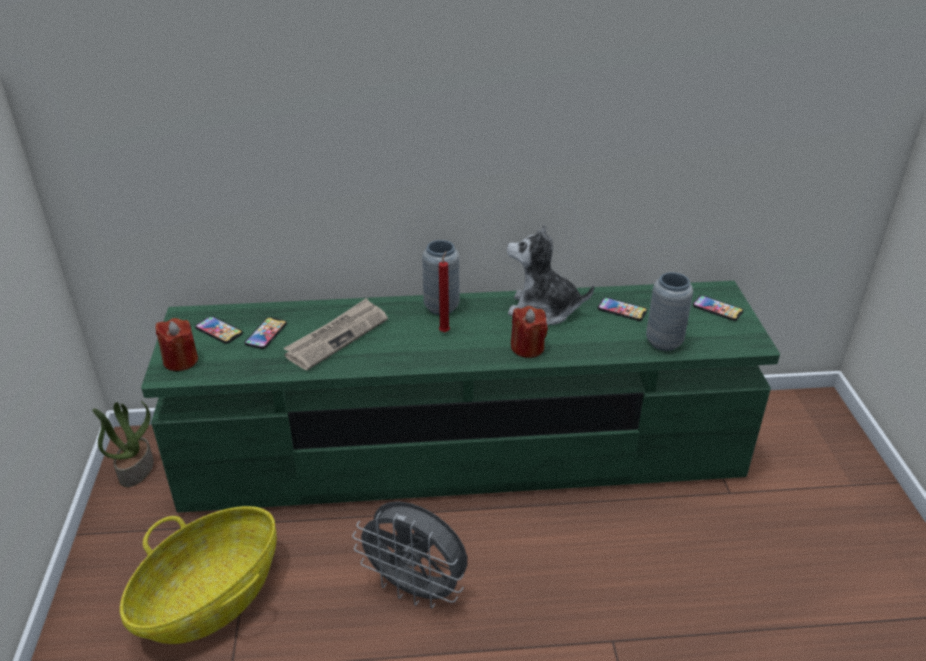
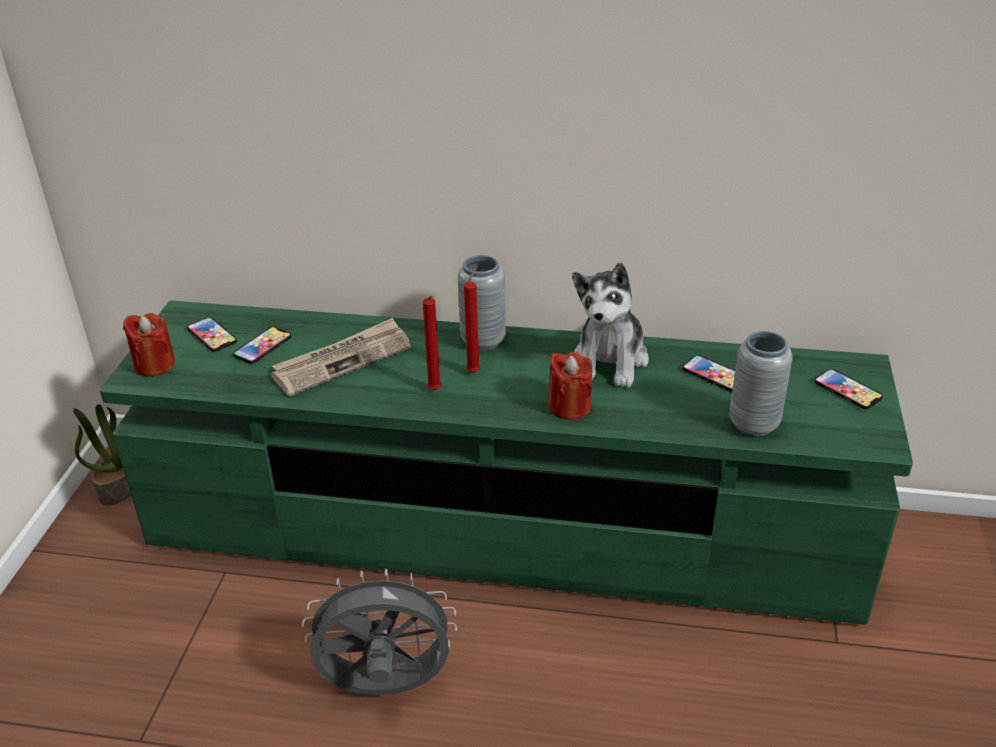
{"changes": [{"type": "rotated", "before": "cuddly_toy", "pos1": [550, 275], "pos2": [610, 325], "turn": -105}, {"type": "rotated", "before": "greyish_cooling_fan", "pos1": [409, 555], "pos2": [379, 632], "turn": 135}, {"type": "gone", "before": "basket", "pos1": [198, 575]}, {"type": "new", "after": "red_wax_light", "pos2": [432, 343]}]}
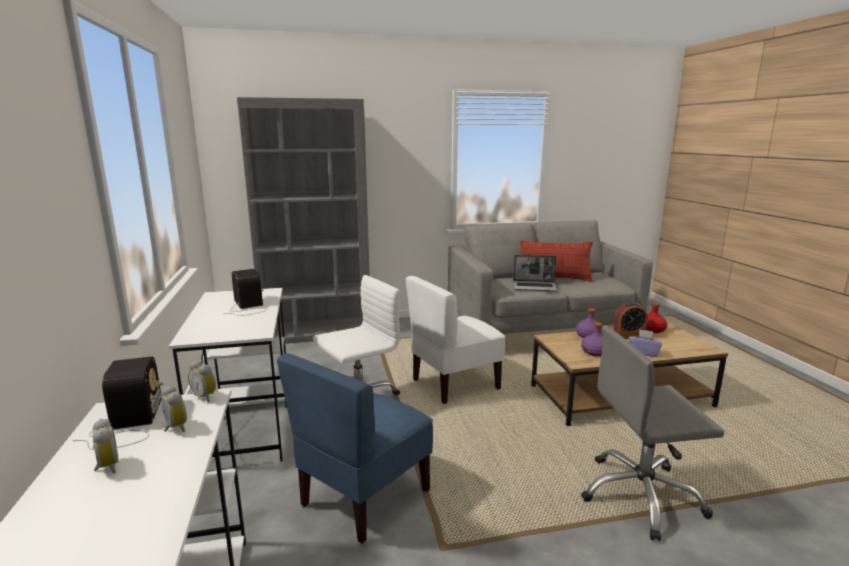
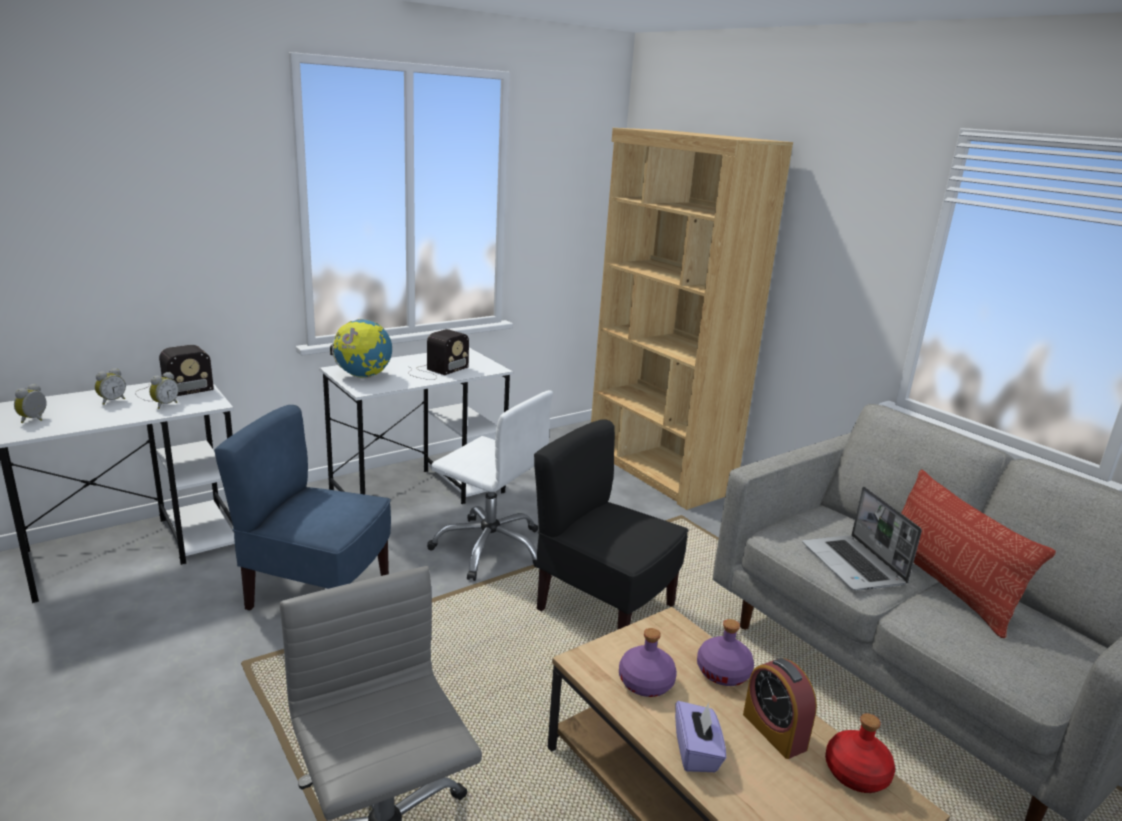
{"changes": [{"type": "repainted", "before": "greyish_bookshelf", "after": "brown_bookshelf", "pos1": [303, 220], "pos2": [692, 319]}, {"type": "repainted", "before": "white-coloured_upright_chair", "after": "black_upright_chair", "pos1": [456, 340], "pos2": [611, 524]}, {"type": "shifted", "before": "table_clock", "pos1": [202, 381], "pos2": [30, 403]}, {"type": "new", "after": "world_globe", "pos2": [361, 348]}]}
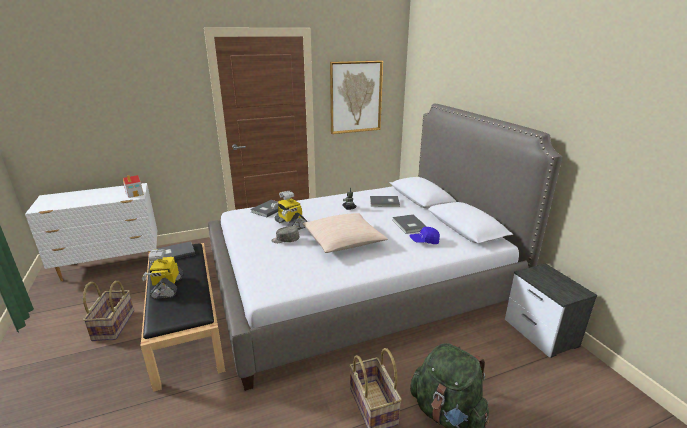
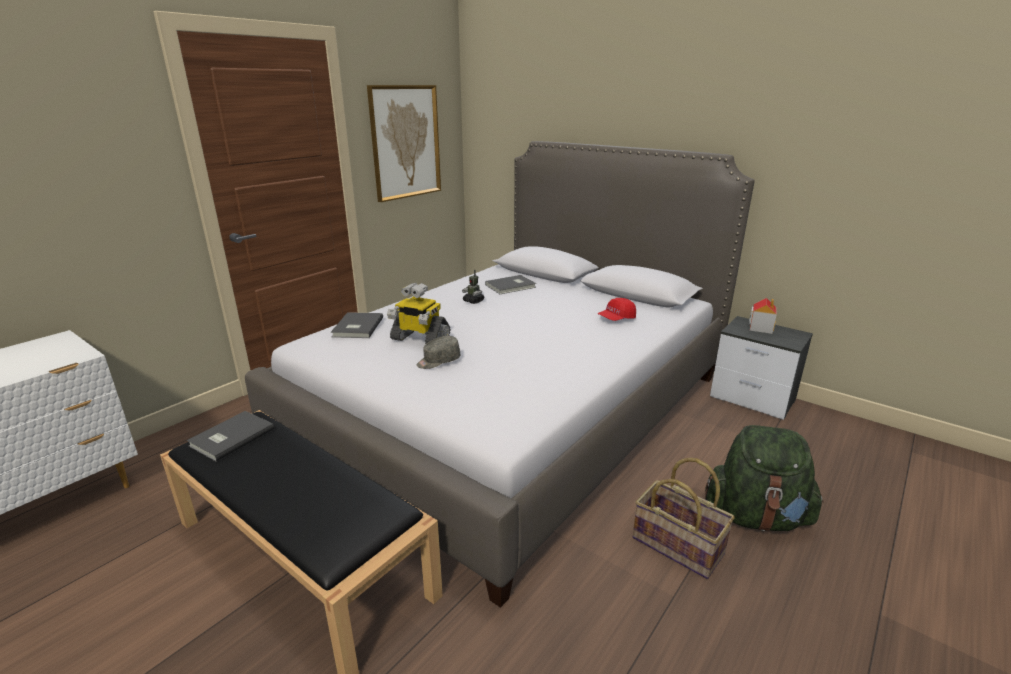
{"changes": [{"type": "shifted", "before": "toy_house", "pos1": [133, 186], "pos2": [763, 316]}, {"type": "gone", "before": "beige_pillow", "pos1": [345, 233]}, {"type": "gone", "before": "greyish_volume", "pos1": [410, 224]}, {"type": "repainted", "before": "blue-coloured_peaked_cap", "after": "red_peaked_cap", "pos1": [424, 235], "pos2": [617, 309]}, {"type": "gone", "before": "toy_robot", "pos1": [162, 274]}, {"type": "gone", "before": "basket", "pos1": [108, 311]}]}
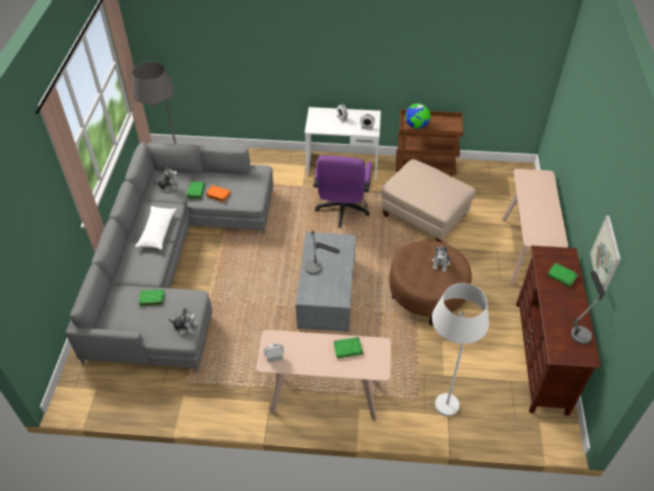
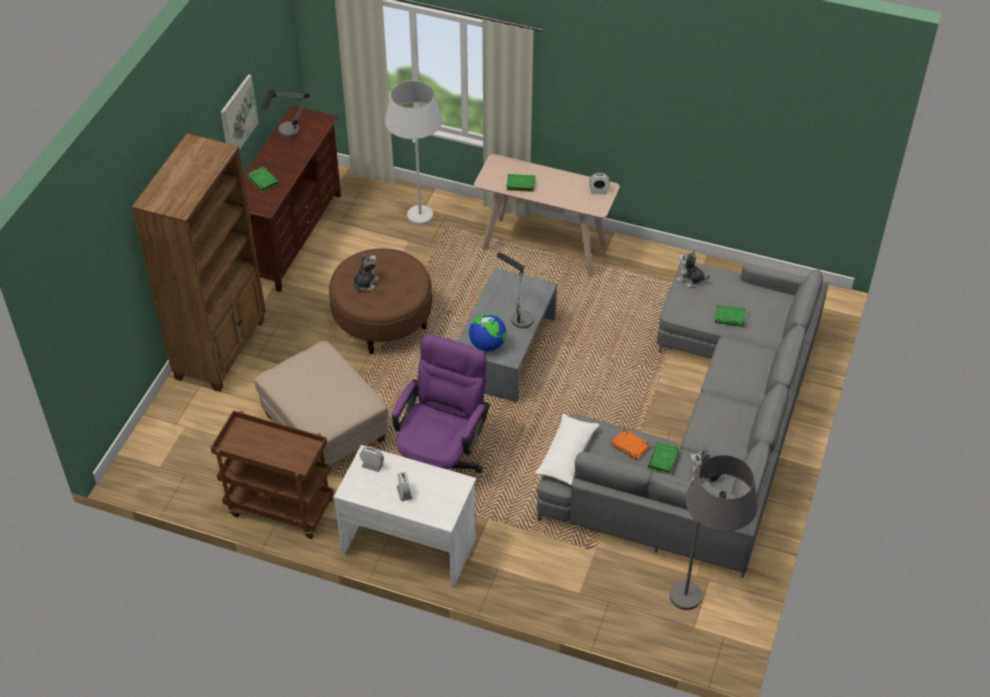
{"changes": [{"type": "shifted", "before": "world_globe", "pos1": [417, 116], "pos2": [488, 333]}, {"type": "swapped", "before": "beige_hall_table", "after": "brown_bookshelf", "pos1": [535, 227], "pos2": [199, 263]}, {"type": "shifted", "before": "white-coloured_pillow", "pos1": [156, 227], "pos2": [567, 450]}]}
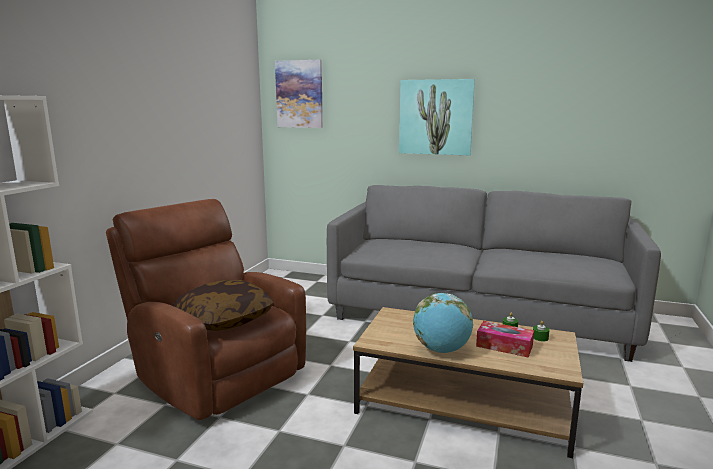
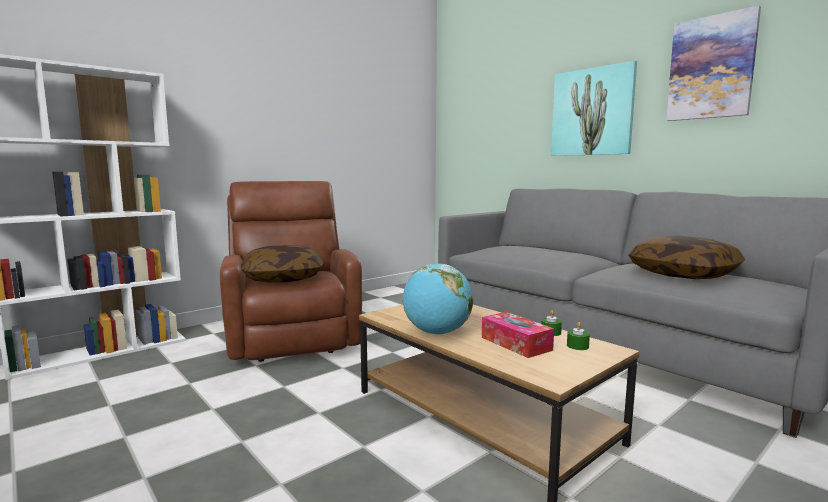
{"changes": [{"type": "shifted", "before": "wall_art", "pos1": [299, 94], "pos2": [713, 63]}, {"type": "new", "after": "pillow", "pos2": [686, 257]}]}
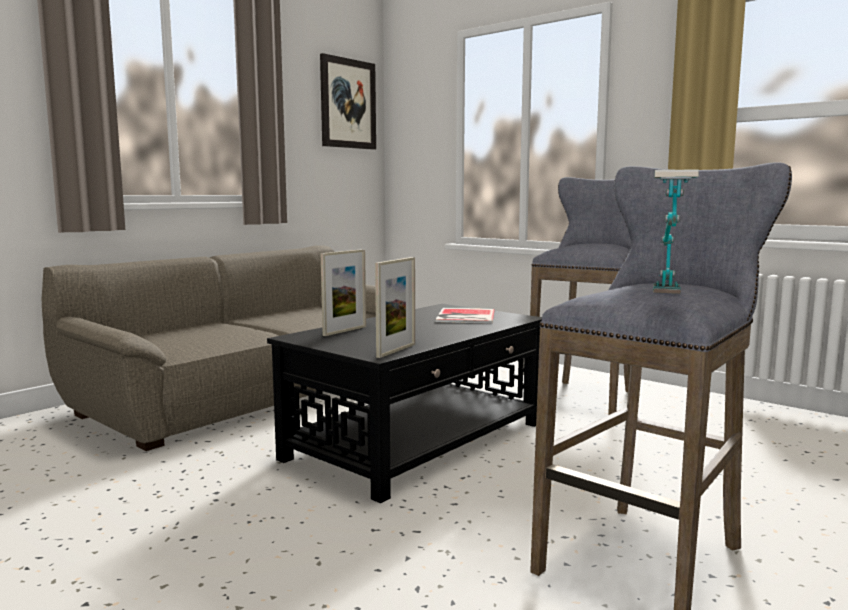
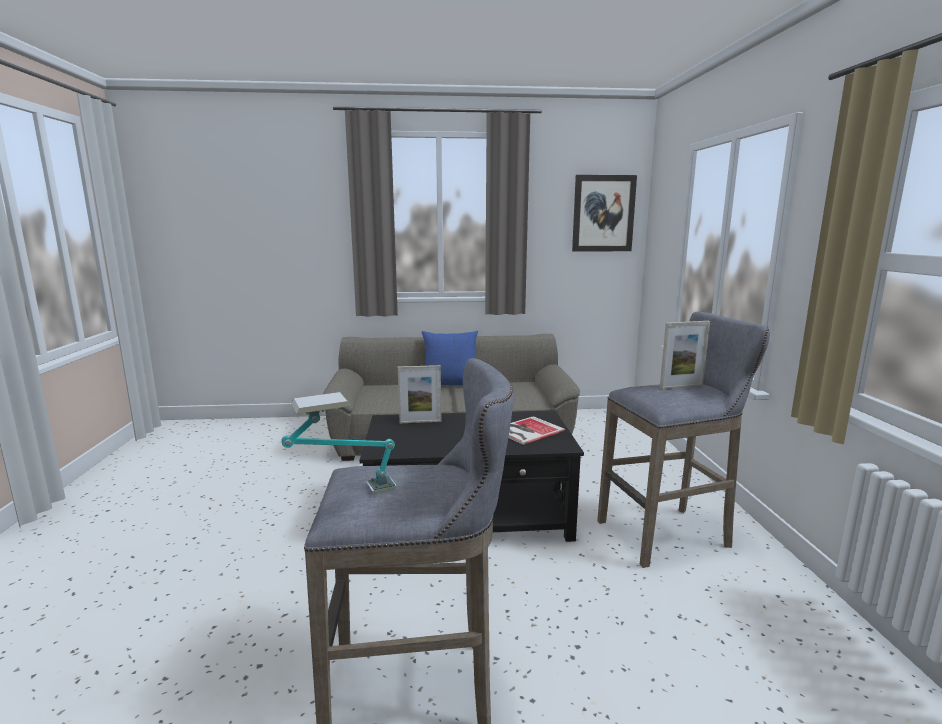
{"changes": [{"type": "shifted", "before": "standing_frame", "pos1": [395, 307], "pos2": [685, 355]}, {"type": "new", "after": "blue-coloured_pillow", "pos2": [450, 358]}]}
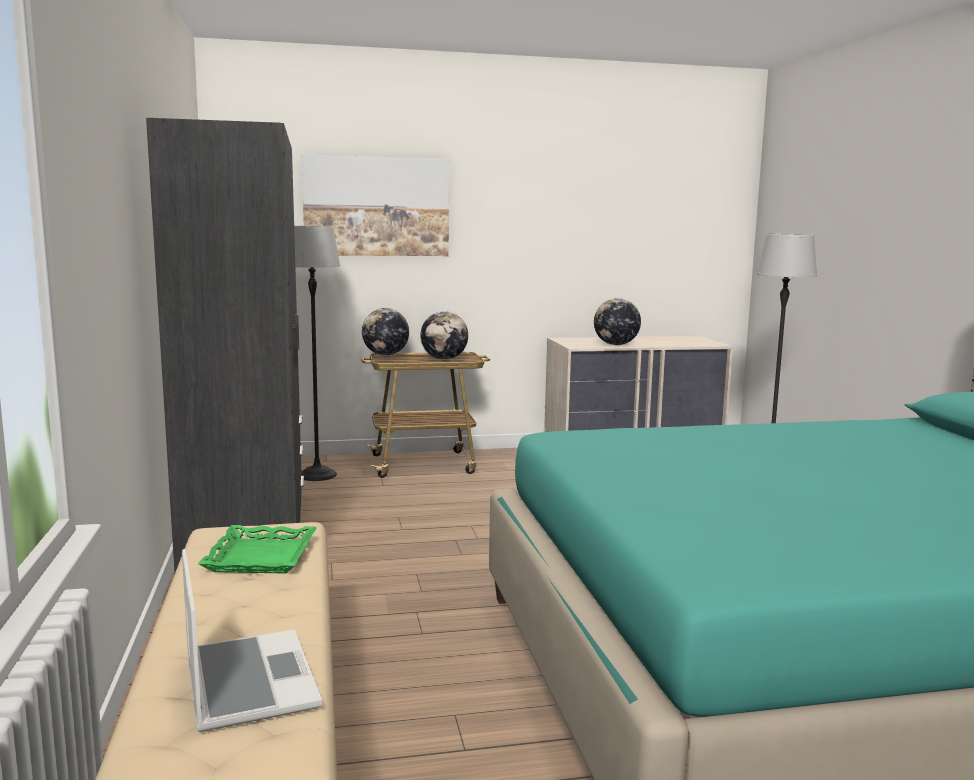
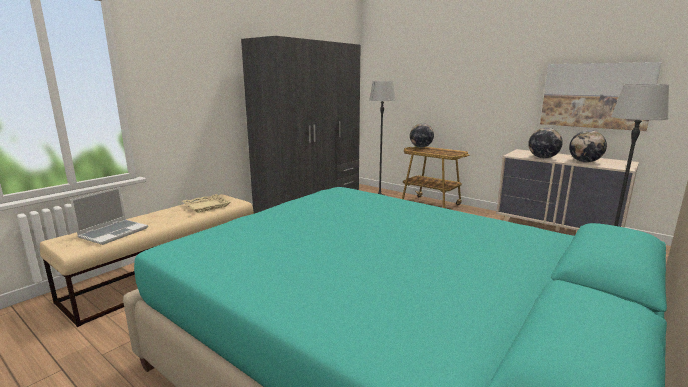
{"changes": [{"type": "shifted", "before": "wall_art", "pos1": [375, 205], "pos2": [601, 96]}, {"type": "shifted", "before": "world_globe", "pos1": [444, 335], "pos2": [588, 146]}, {"type": "repainted", "before": "green-coloured_serving_tray", "after": "beige_serving_tray", "pos1": [257, 549], "pos2": [206, 203]}]}
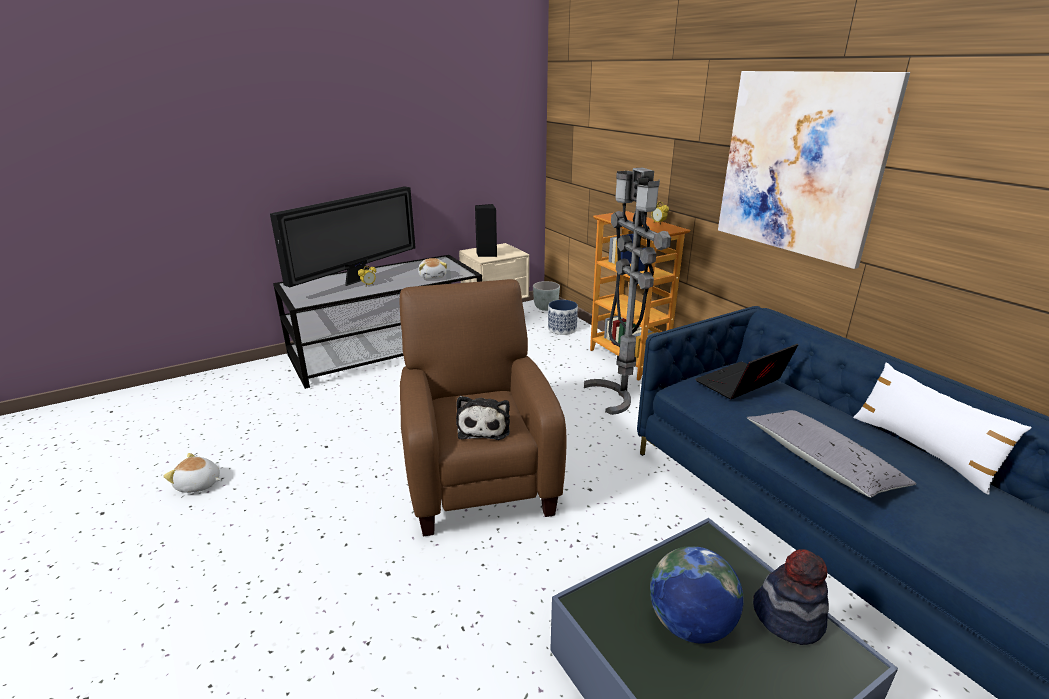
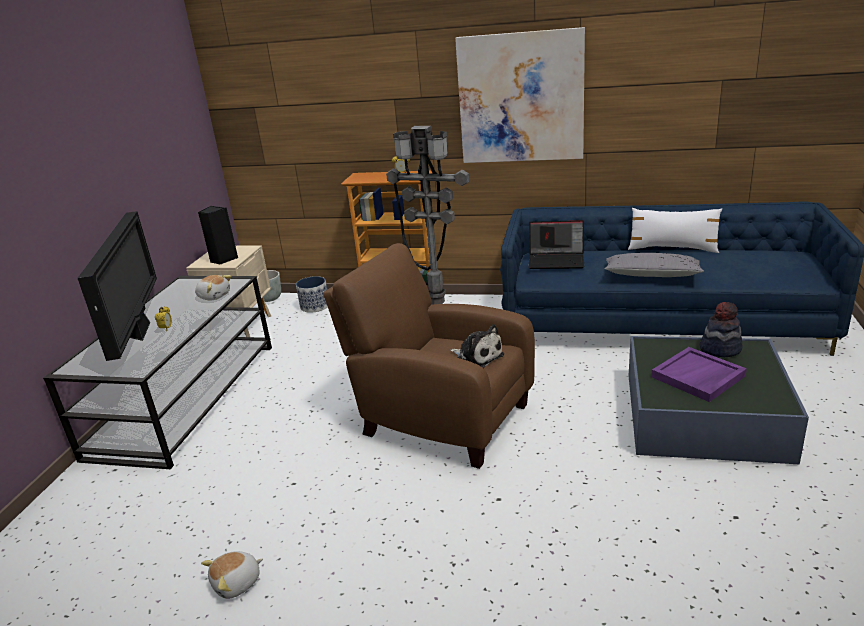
{"changes": [{"type": "rotated", "before": "notebook_computer", "pos1": [746, 371], "pos2": [556, 244], "turn": -90}, {"type": "swapped", "before": "world_globe", "after": "purple-coloured_serving_tray", "pos1": [697, 595], "pos2": [699, 374]}]}
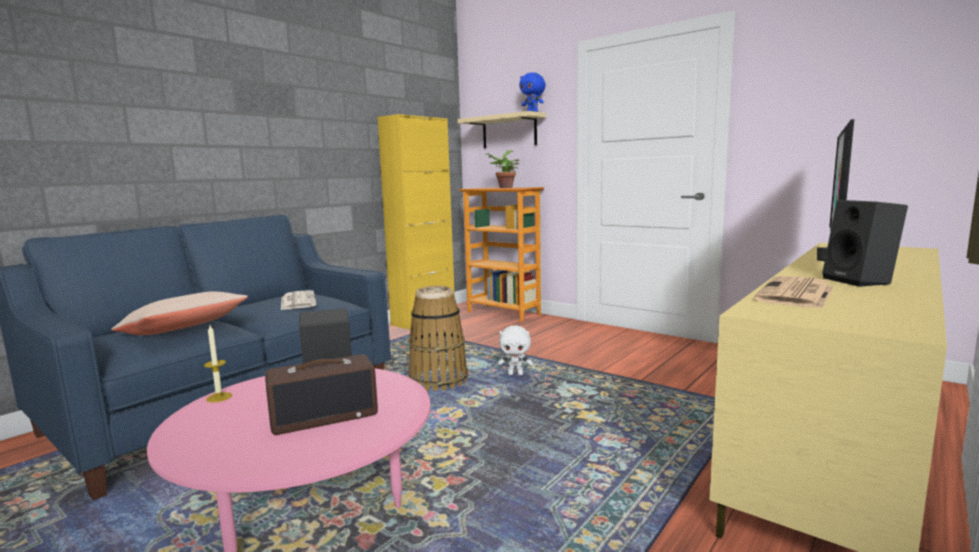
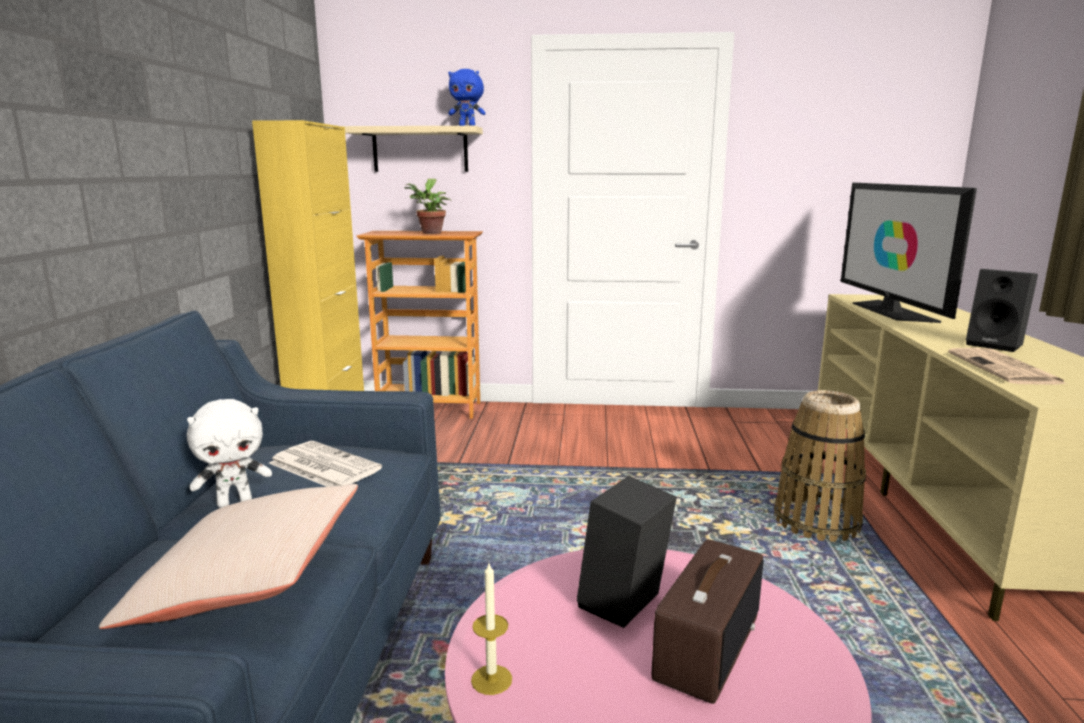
{"changes": [{"type": "shifted", "before": "basket", "pos1": [438, 338], "pos2": [820, 466]}, {"type": "shifted", "before": "white-coloured_cuddly_toy", "pos1": [515, 350], "pos2": [229, 453]}]}
